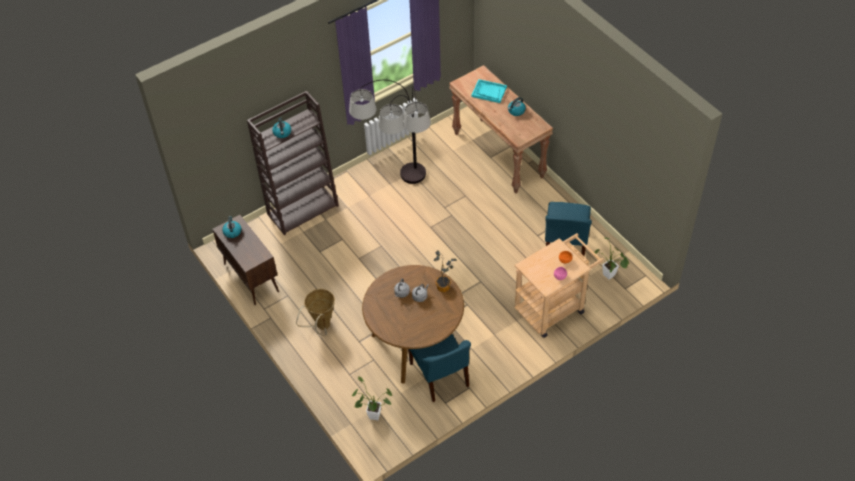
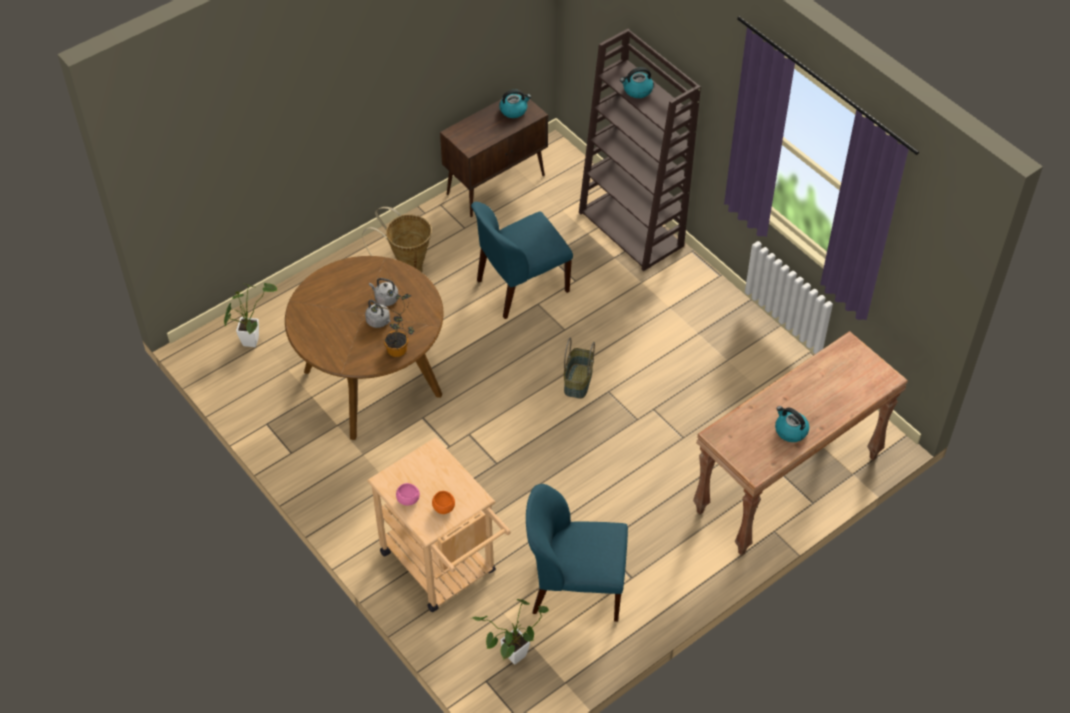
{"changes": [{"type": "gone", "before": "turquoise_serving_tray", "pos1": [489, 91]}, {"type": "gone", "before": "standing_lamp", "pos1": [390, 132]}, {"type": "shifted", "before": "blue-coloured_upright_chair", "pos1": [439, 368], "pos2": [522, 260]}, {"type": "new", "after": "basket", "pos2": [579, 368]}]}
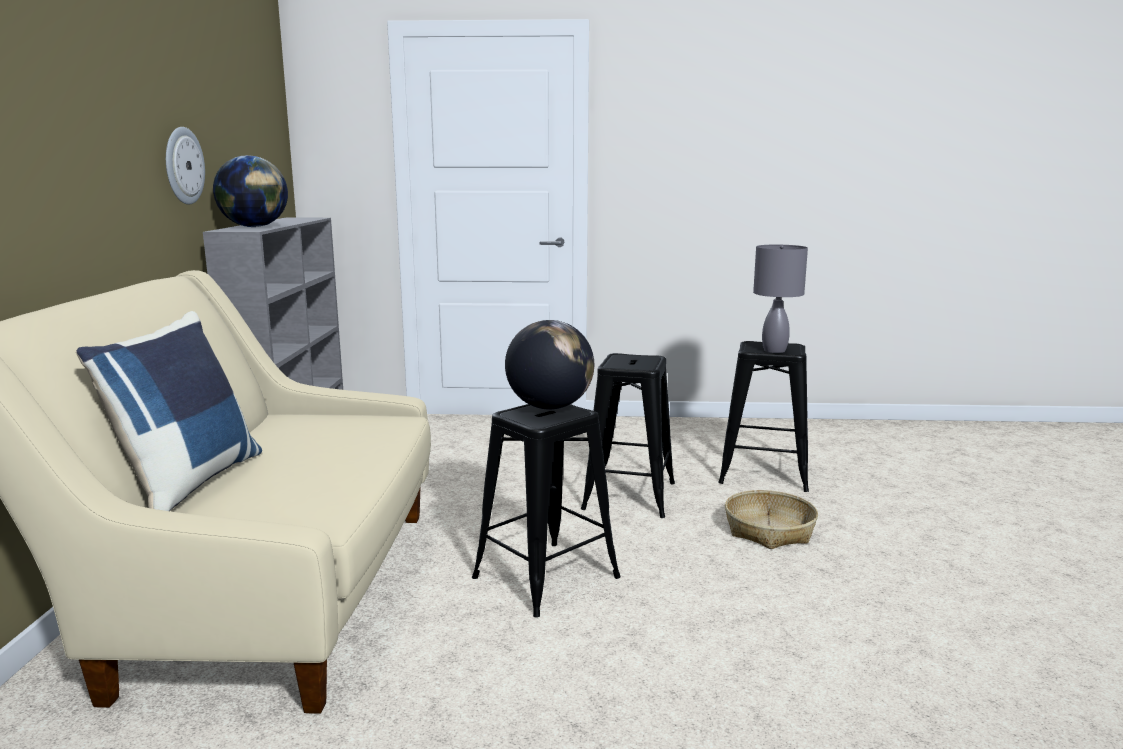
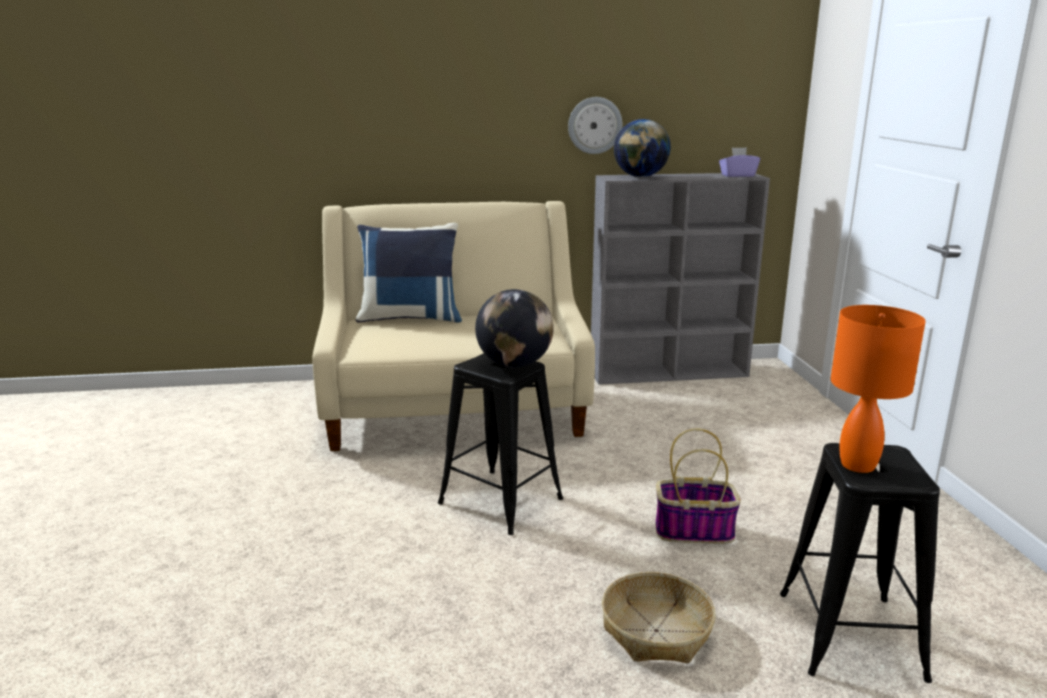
{"changes": [{"type": "repainted", "before": "greyish_table_lamp", "after": "orange-coloured_table_lamp", "pos1": [780, 299], "pos2": [878, 389]}, {"type": "swapped", "before": "black_sitting_stool", "after": "basket", "pos1": [628, 435], "pos2": [698, 486]}, {"type": "new", "after": "purple-coloured_box_of_tissues", "pos2": [739, 162]}]}
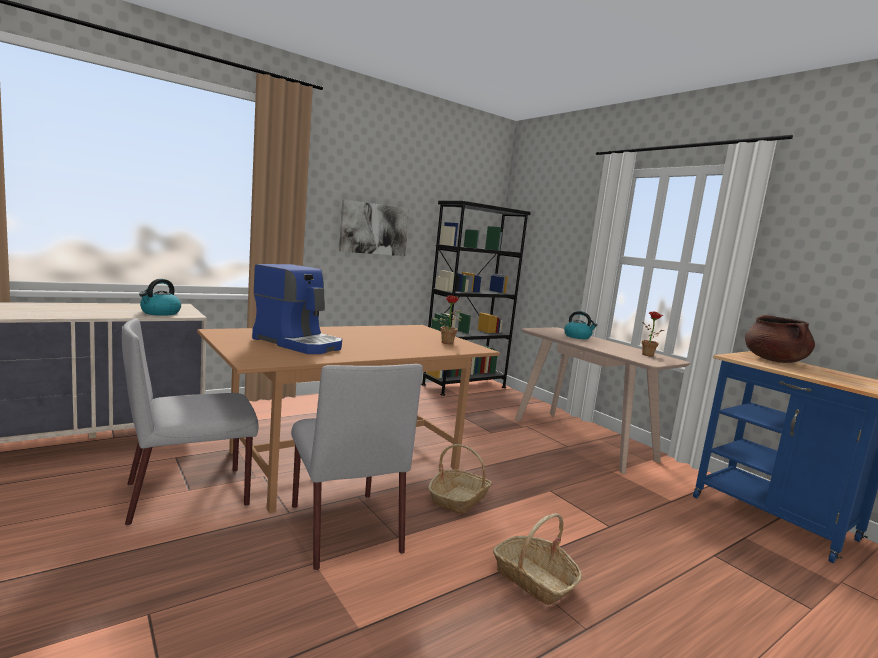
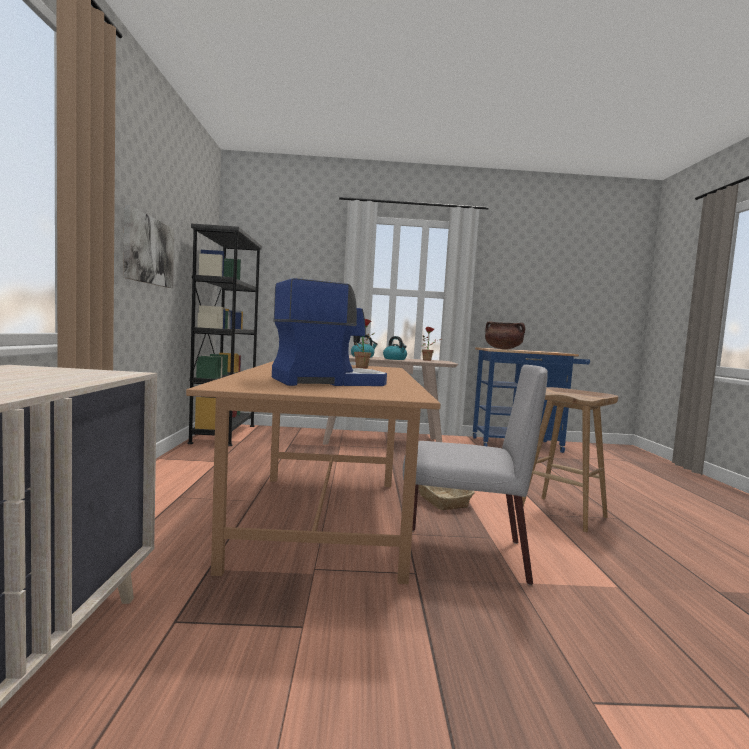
{"changes": [{"type": "shifted", "before": "water_kettle", "pos1": [160, 297], "pos2": [395, 348]}, {"type": "gone", "before": "greyish_upright_chair", "pos1": [190, 422]}, {"type": "swapped", "before": "basket", "after": "brown_sitting_stool", "pos1": [537, 559], "pos2": [570, 459]}]}
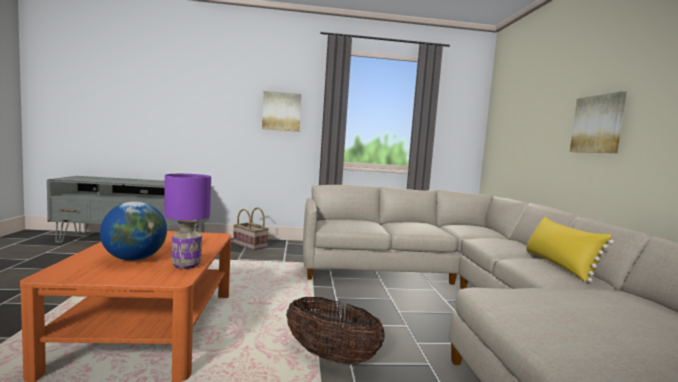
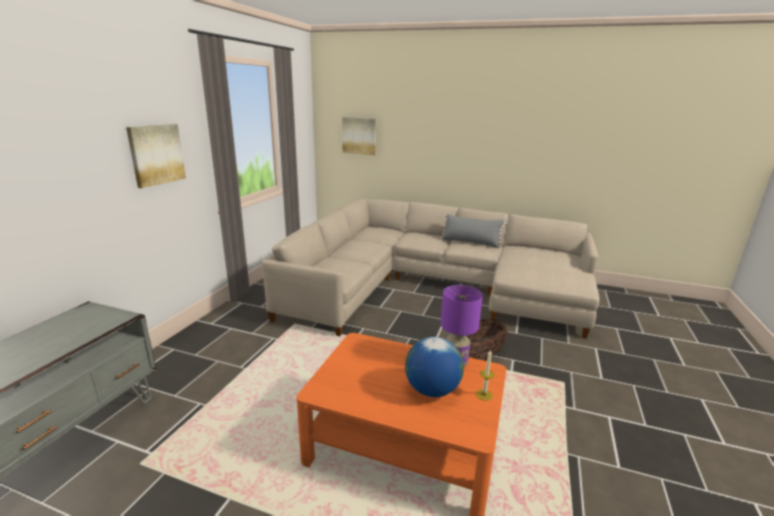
{"changes": [{"type": "shifted", "before": "wall_art", "pos1": [598, 122], "pos2": [359, 136]}, {"type": "gone", "before": "basket", "pos1": [251, 228]}, {"type": "repainted", "before": "yellow-coloured_pillow", "after": "greyish_pillow", "pos1": [570, 249], "pos2": [473, 231]}, {"type": "new", "after": "wax_light", "pos2": [485, 375]}]}
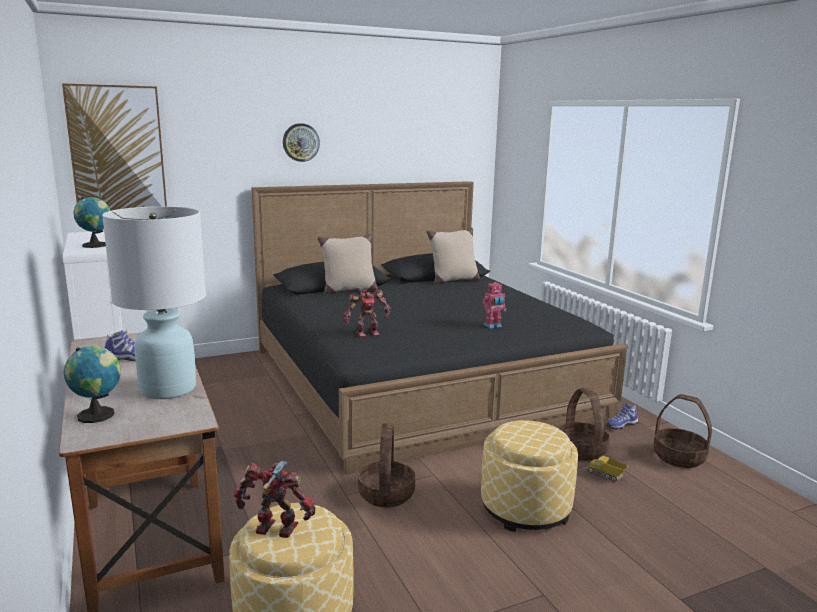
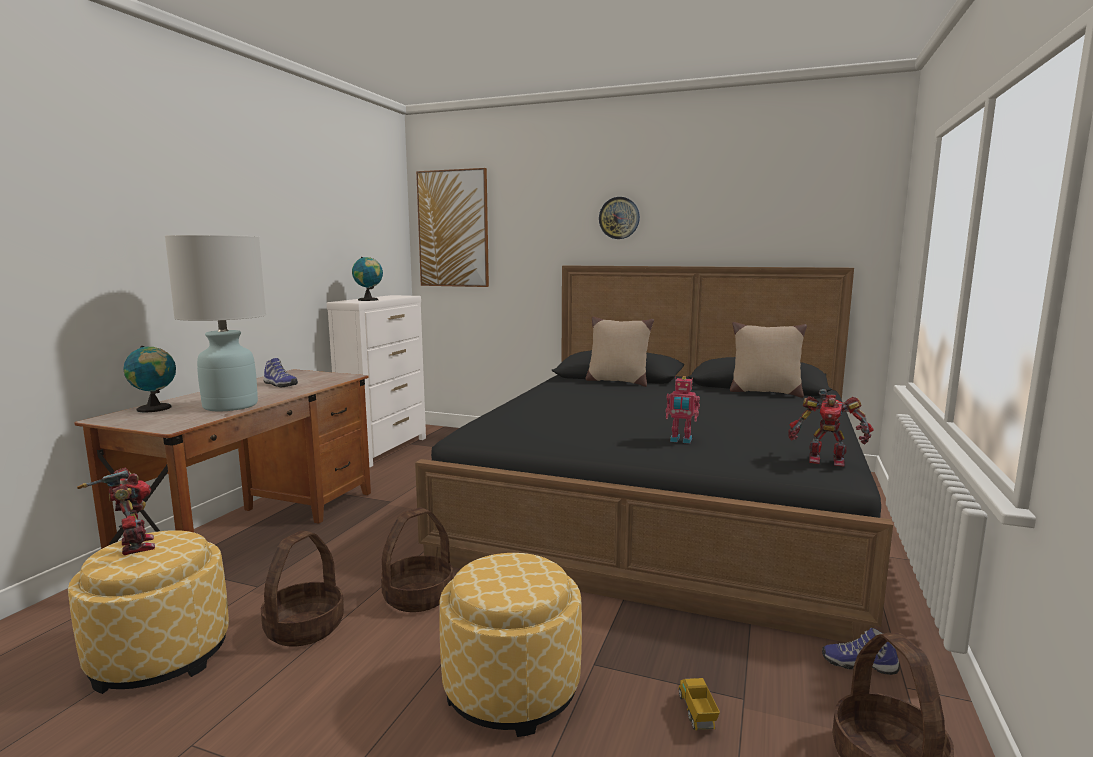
{"changes": [{"type": "shifted", "before": "toy_robot", "pos1": [366, 312], "pos2": [830, 428]}, {"type": "shifted", "before": "basket", "pos1": [584, 424], "pos2": [302, 589]}]}
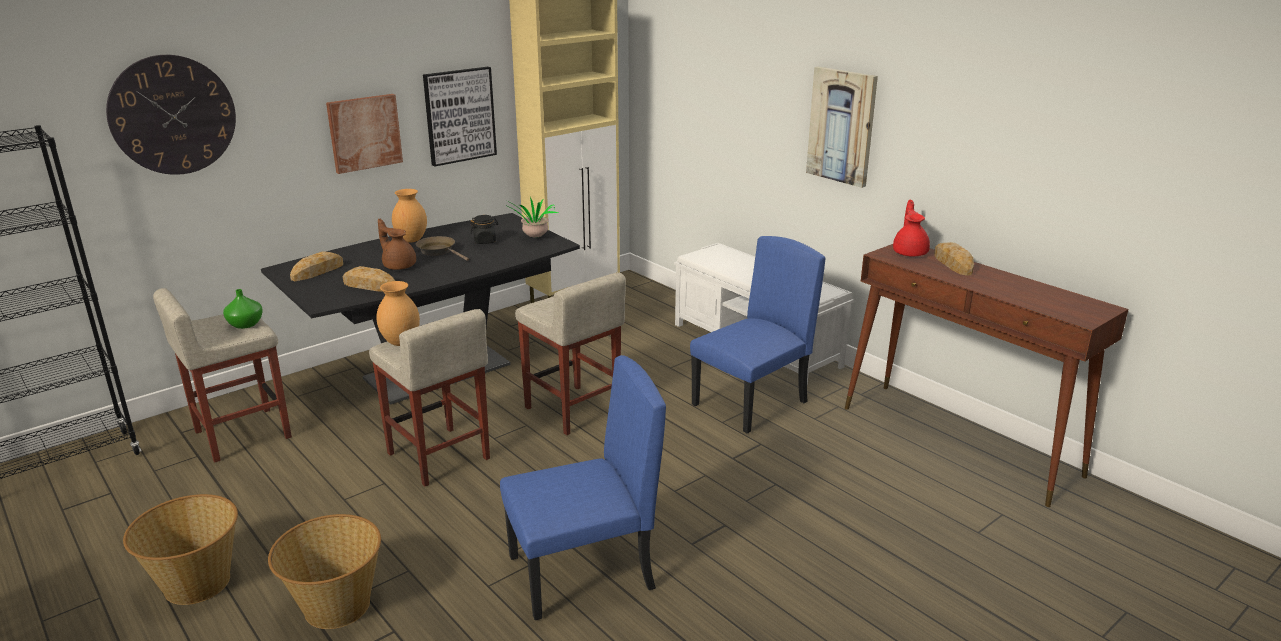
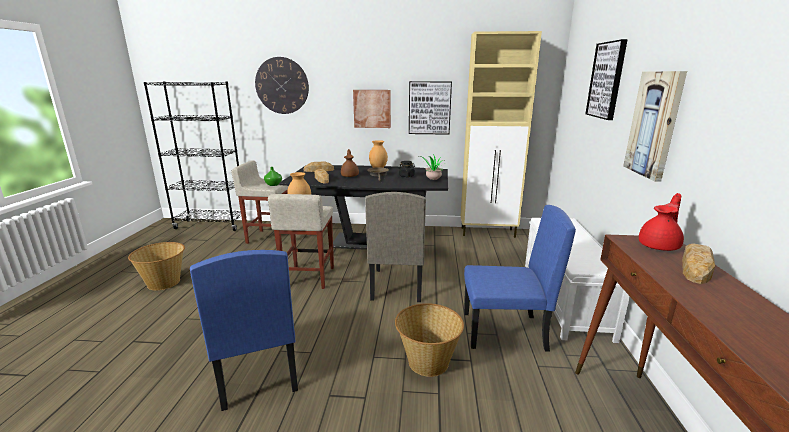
{"changes": [{"type": "swapped", "before": "beige_sitting_stool", "after": "beige_upright_chair", "pos1": [570, 354], "pos2": [395, 247]}, {"type": "rotated", "before": "blue-coloured_upright_chair", "pos1": [583, 487], "pos2": [244, 330], "turn": 45}, {"type": "shifted", "before": "basket", "pos1": [324, 571], "pos2": [429, 340]}, {"type": "new", "after": "wall_art", "pos2": [606, 79]}]}
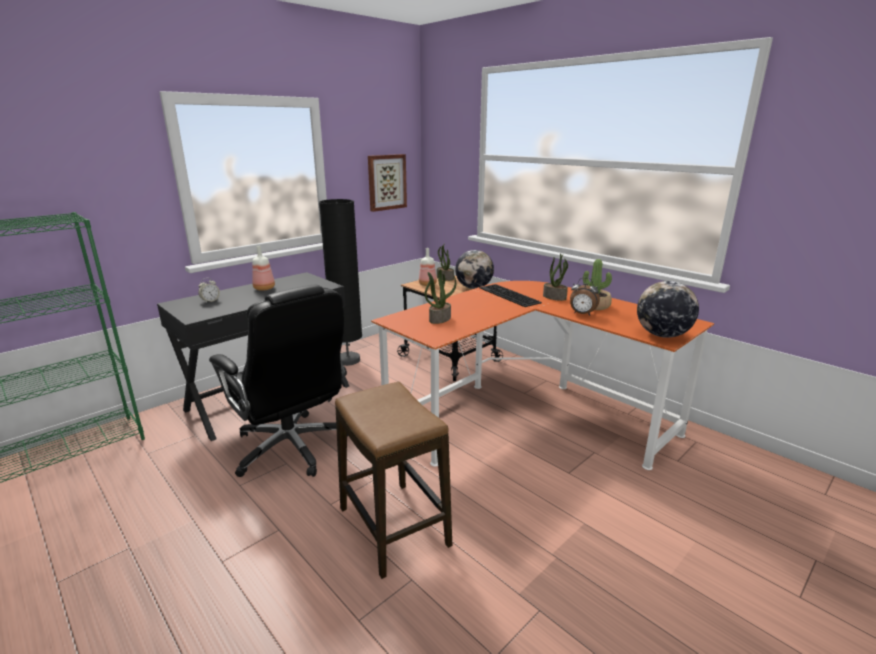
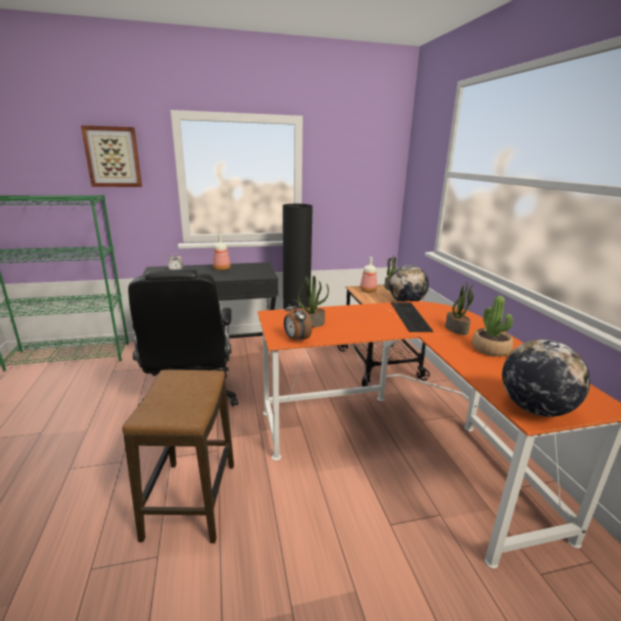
{"changes": [{"type": "shifted", "before": "wall_art", "pos1": [387, 183], "pos2": [111, 156]}, {"type": "shifted", "before": "table_clock", "pos1": [585, 296], "pos2": [298, 321]}]}
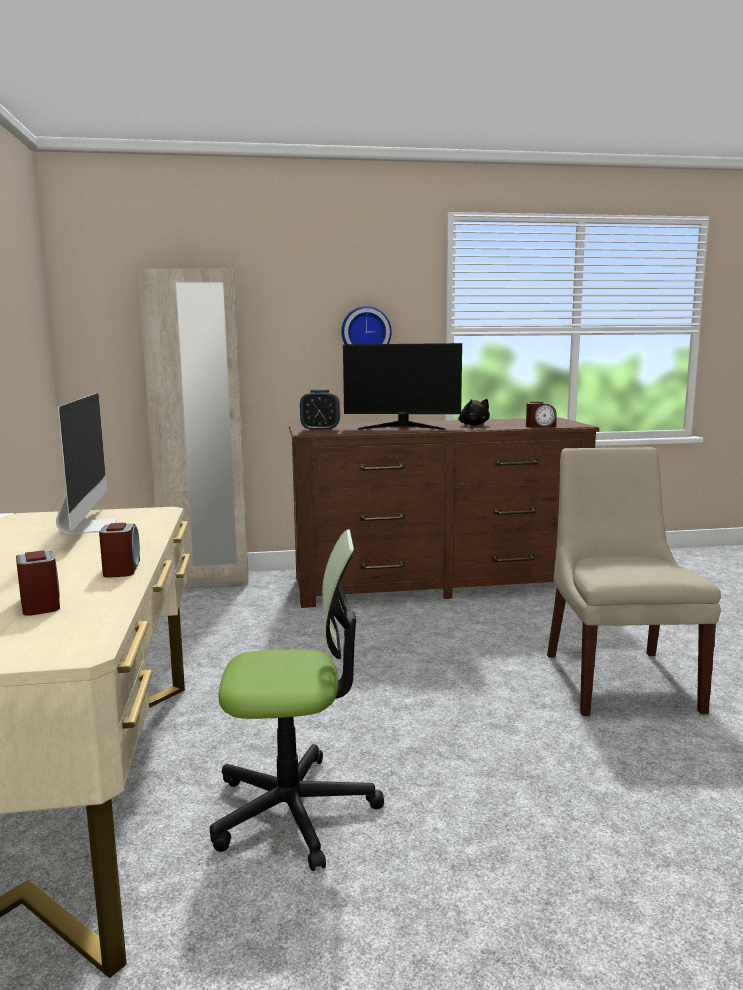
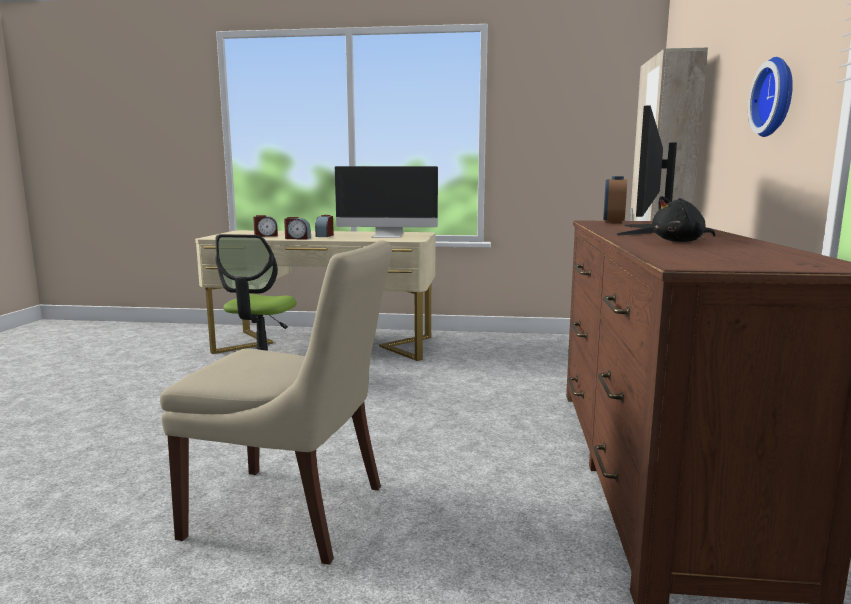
{"changes": [{"type": "shifted", "before": "table_clock", "pos1": [541, 414], "pos2": [324, 226]}]}
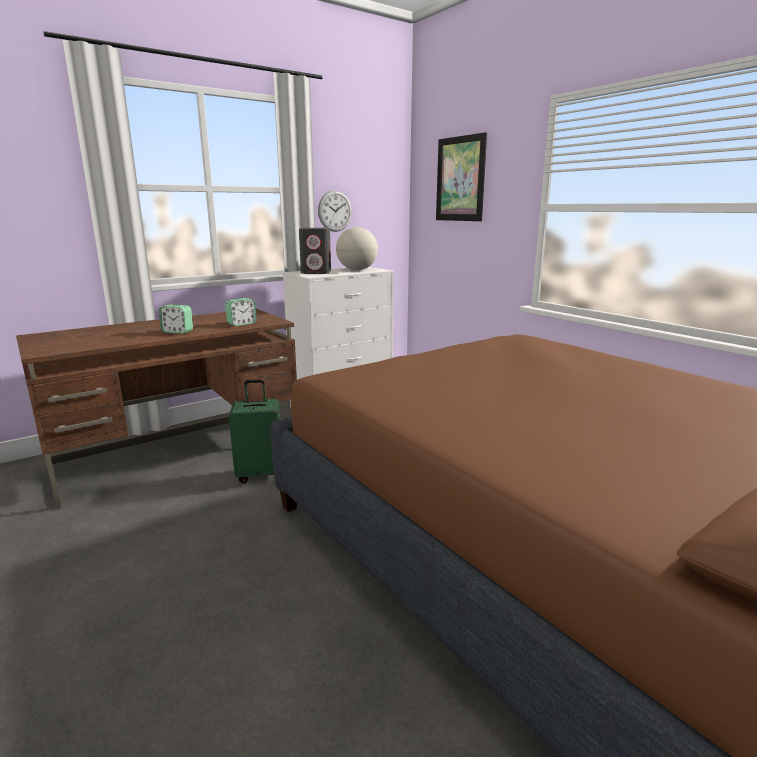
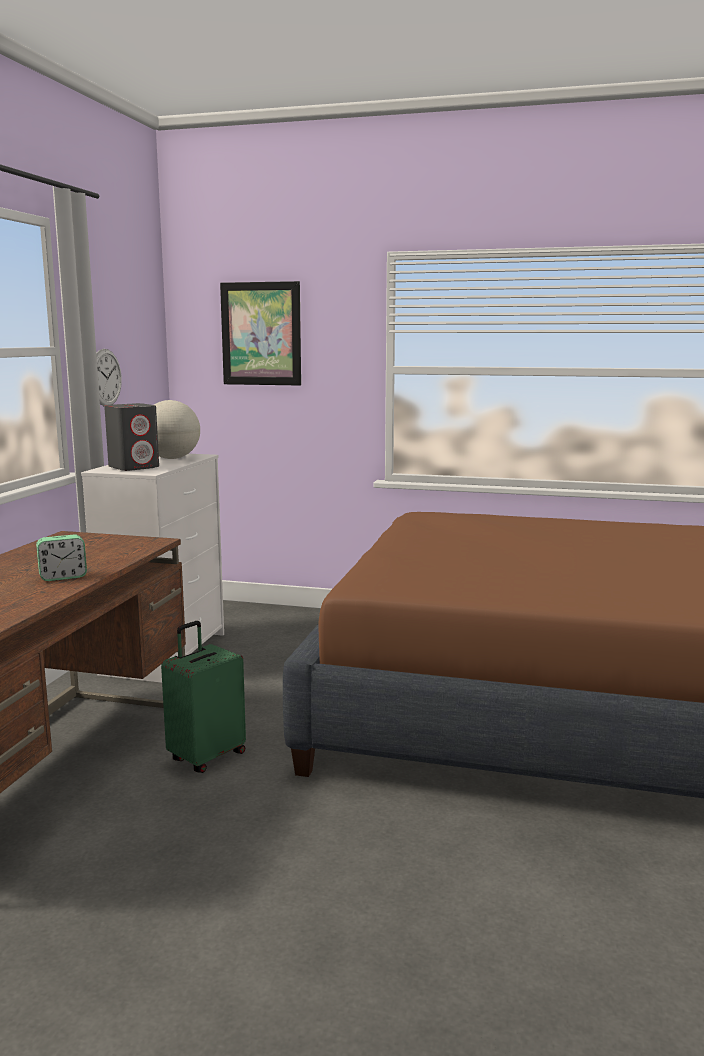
{"changes": [{"type": "gone", "before": "table_clock", "pos1": [241, 312]}]}
